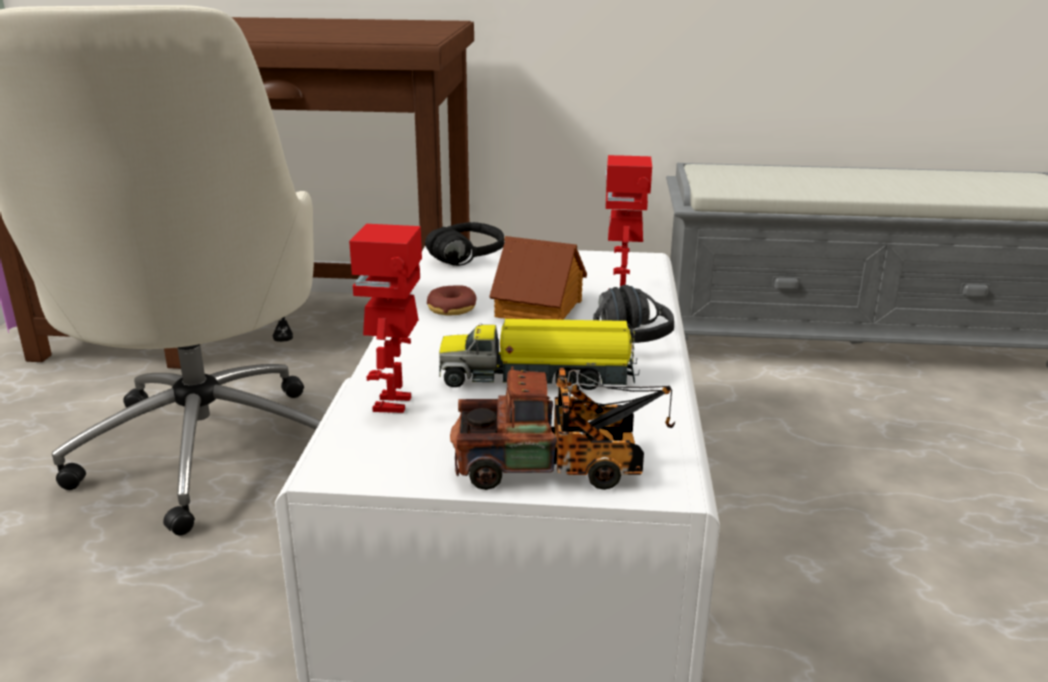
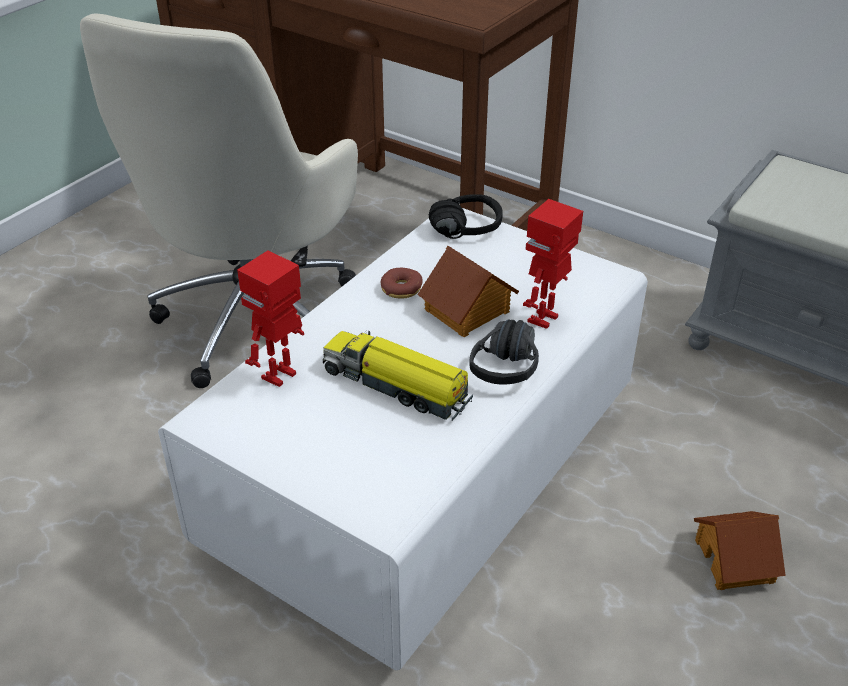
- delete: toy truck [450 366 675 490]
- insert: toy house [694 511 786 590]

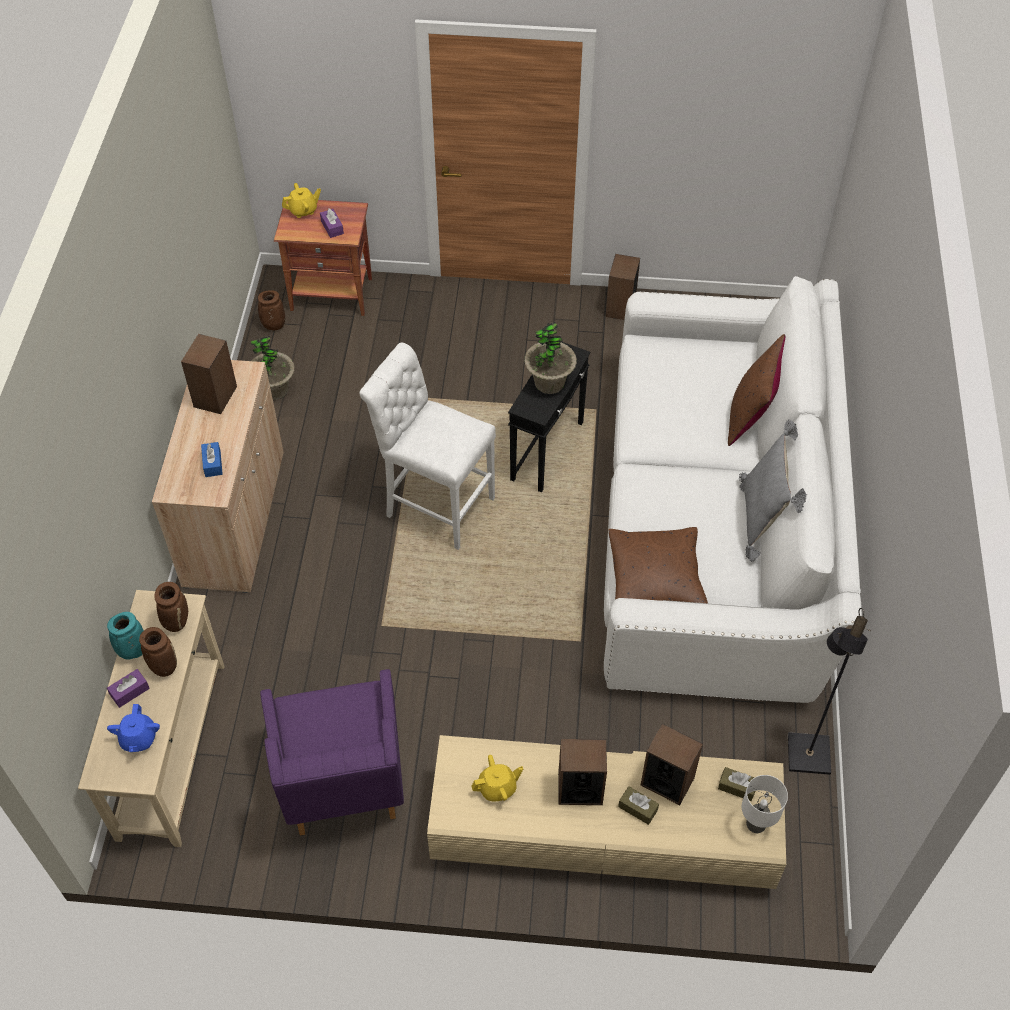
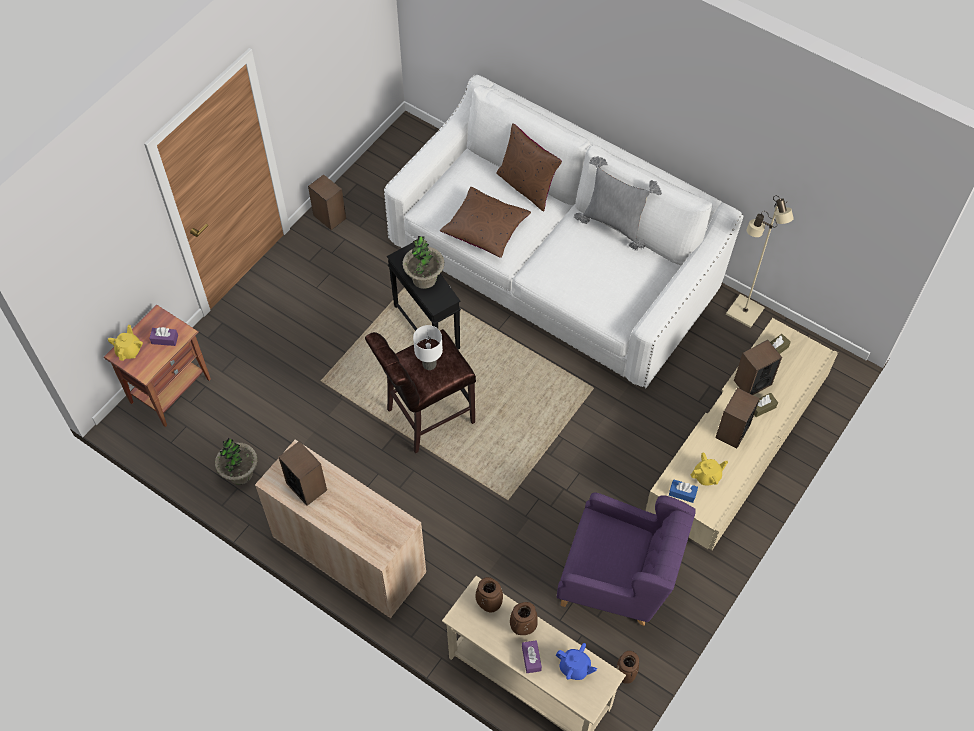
- delete: turquoise vase [107 612 144 660]
- move: blue tissue box [201 442 223 477] to [669 479 698 503]
- move: brown vase [258 290 285 330] to [616 651 639 684]
- recolor: white stool [359 342 496 550] to brown stool [365 329 476 454]
- rotate: yellow teapot [471 755 523 801] = [691 452 728 485] 60 degrees clockwise
- move: brown pillow [608 527 708 603] to [440 187 531 258]
- move: white table lamp [742 775 788 833] to [413 325 443 370]
- recolor: black floor lamp [788 608 871 775] to beige floor lamp [726 195 794 328]

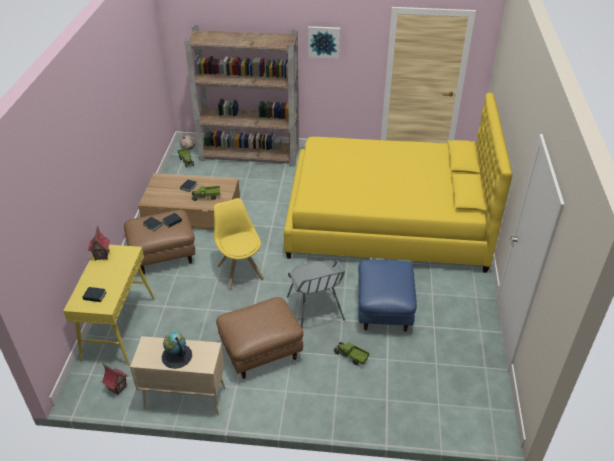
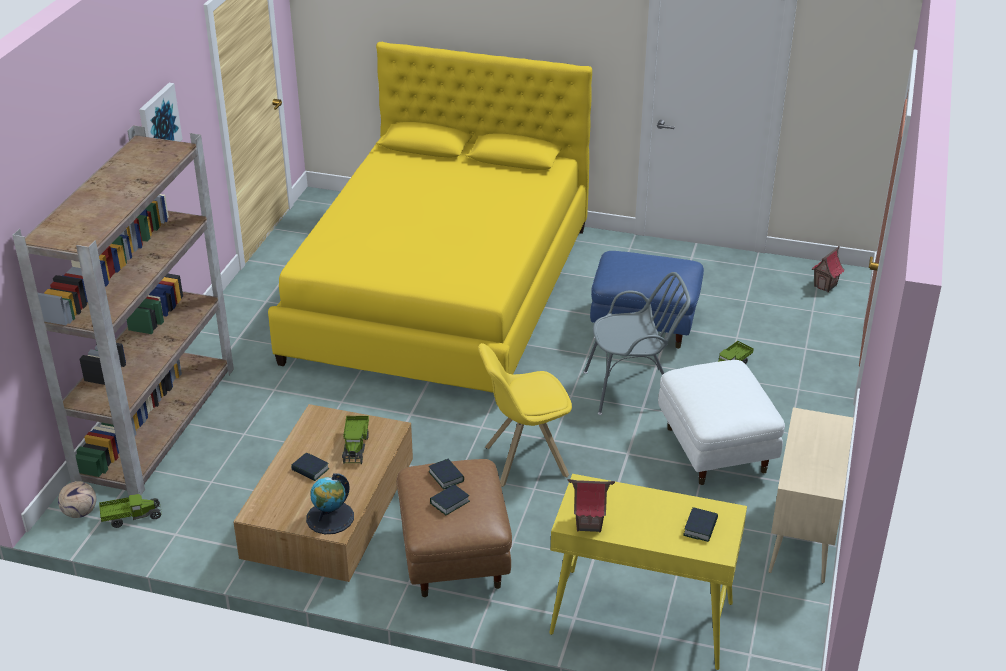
- move: toy house [102 363 128 395] to [812 246 845 292]
- move: globe [162 332 192 369] to [306 473 354 534]
- recolor: brown ottoman [216 297 304 379] to white ottoman [658 360 785 485]

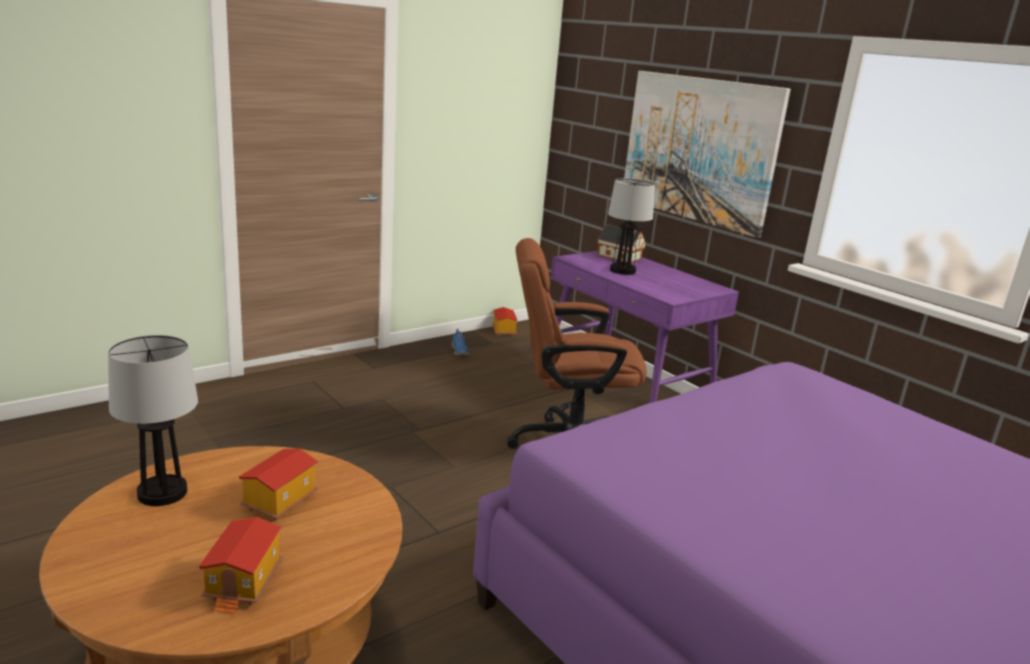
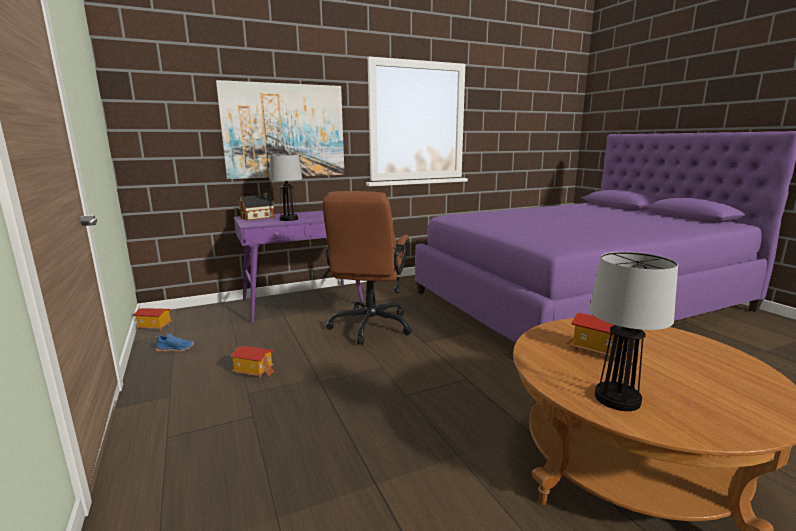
- move: toy house [199 517 283 614] to [231 346 274 378]

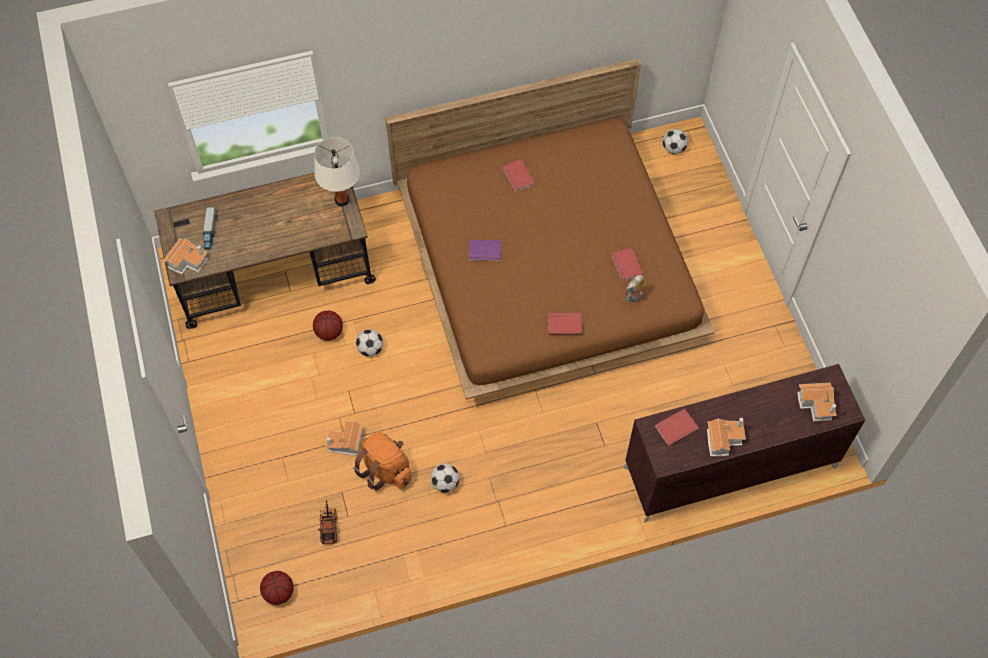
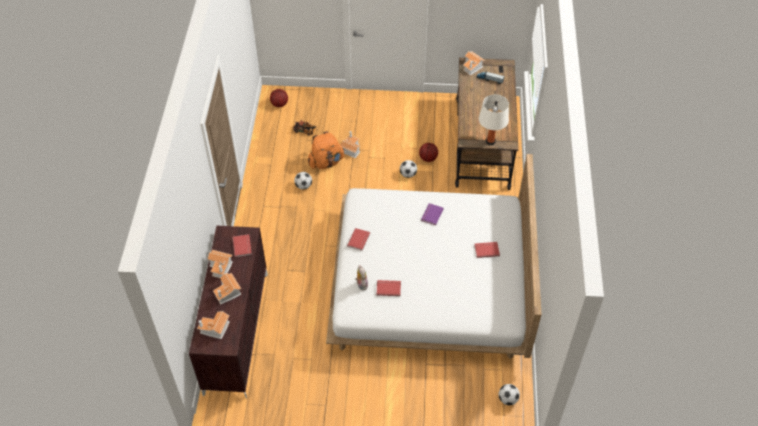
- recolor: brown bed [385 58 715 400] to white bed [326 154 542 359]
- insert: toy house [213 273 241 305]

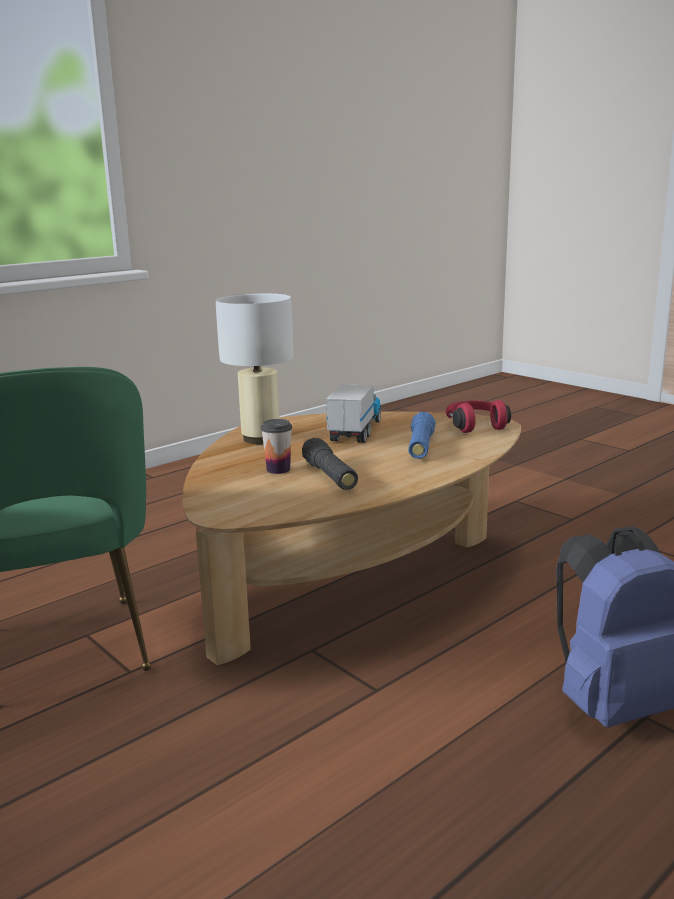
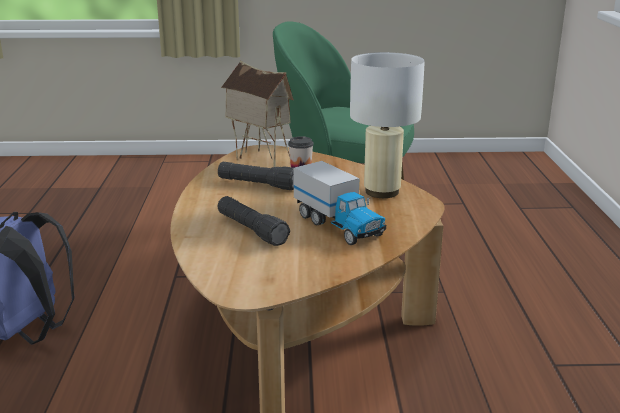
- recolor: blue flashlight [408 412 436 459] to black flashlight [217 196 290 246]
- delete: red headphones [446 400 511 433]
- insert: toy house [221 60 294 167]

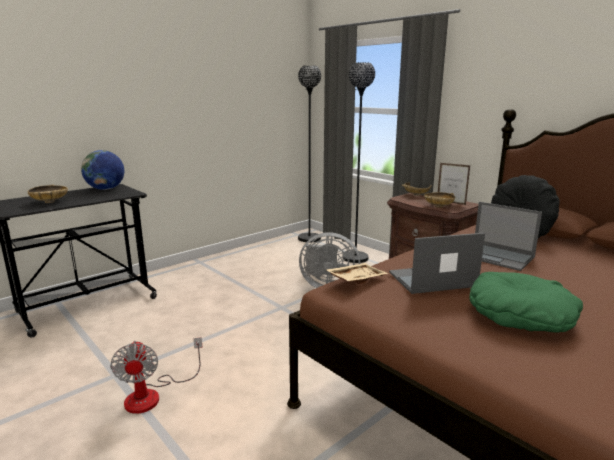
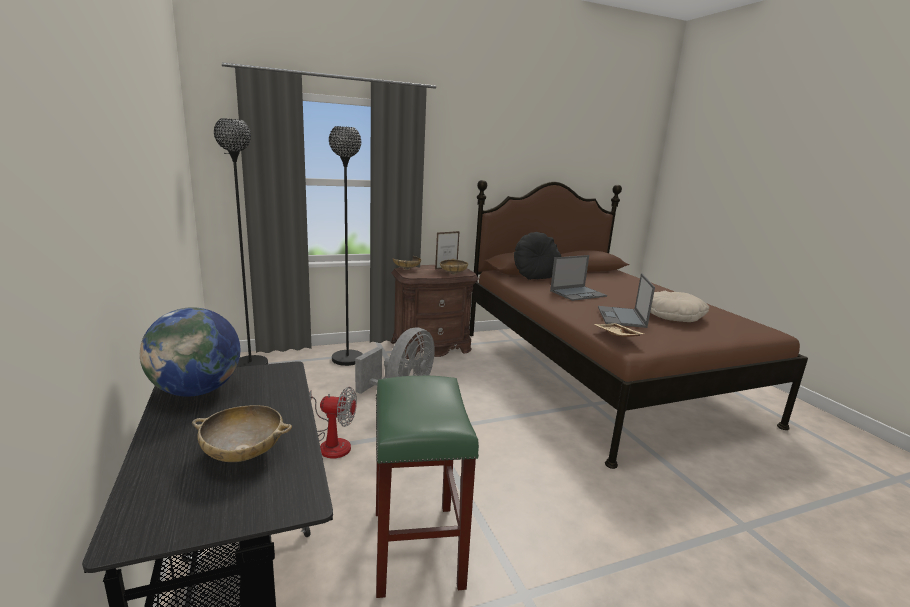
- move: fan [110 337 202 414] to [309 387 357 458]
- recolor: green pillow [469 272 583 333] to beige pillow [650 291 709 322]
- insert: green stool [376 376 479 598]

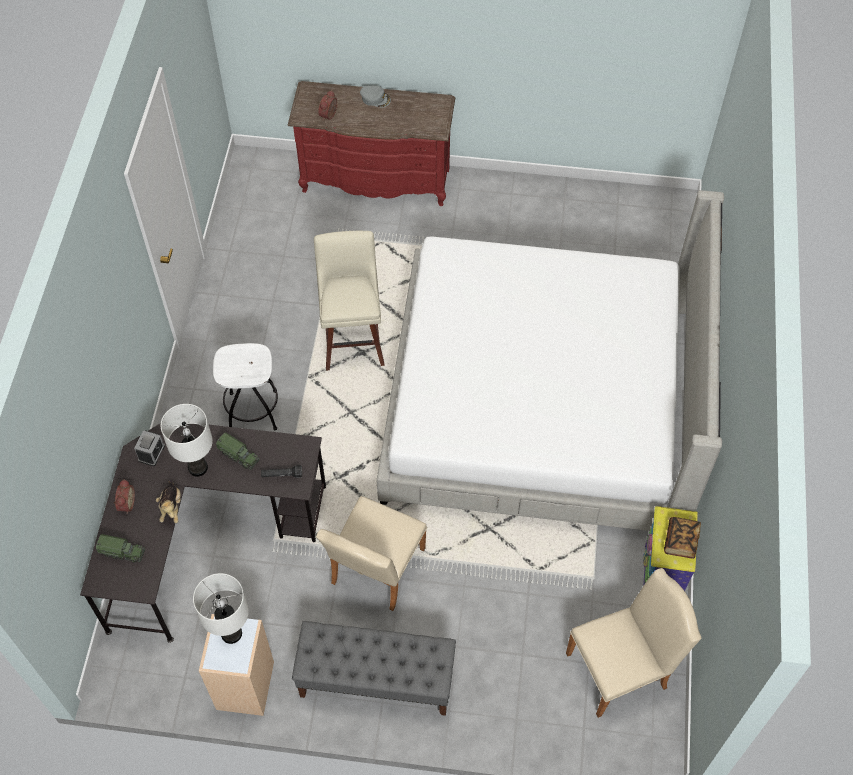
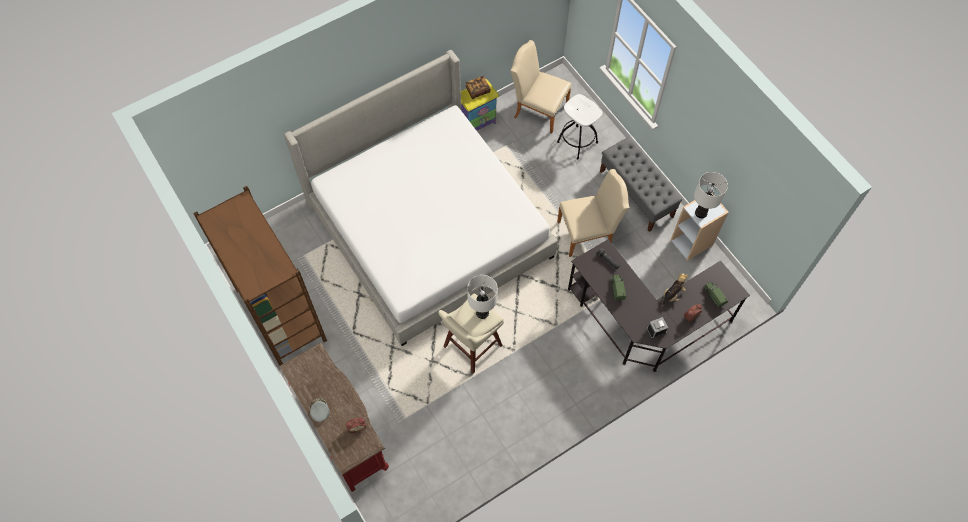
- move: white table lamp [160 404 213 477] to [467 275 498 319]
- move: white stool [213 343 278 430] to [557 94 603 160]
- insert: brown bookcase [193 186 327 366]

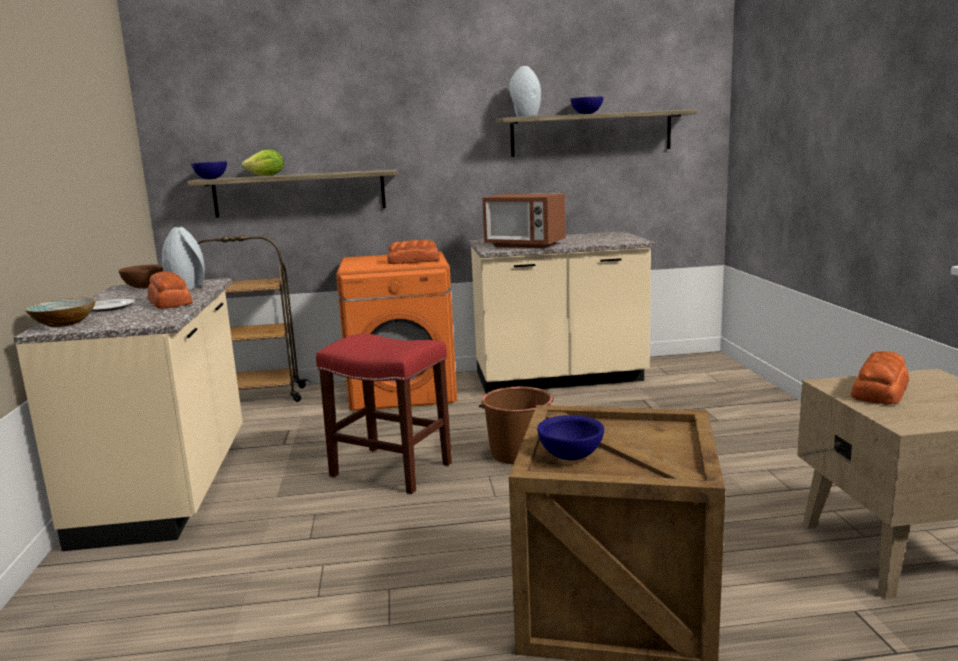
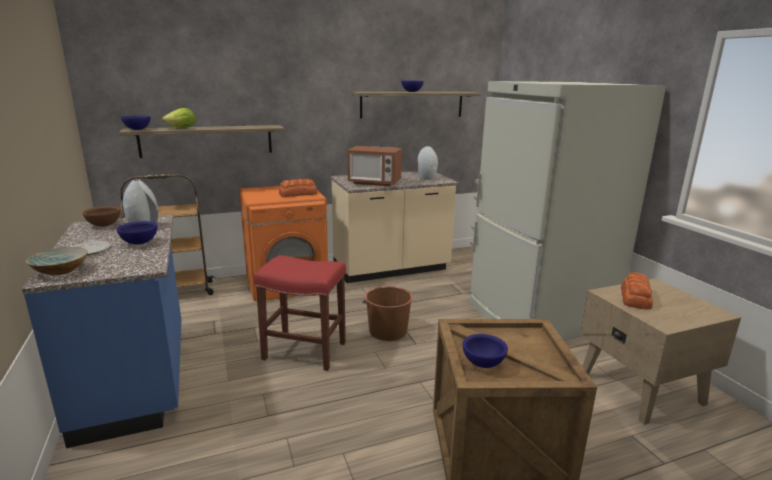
- recolor: beige counter [14 278 243 551] to blue counter [22 215 181 448]
- replace: bread [147 271 193 309] to blue bowl [116 221 157 245]
- move: grey vase [509 66 541 117] to [418 146 438 180]
- insert: white fridge [470 81 666 341]

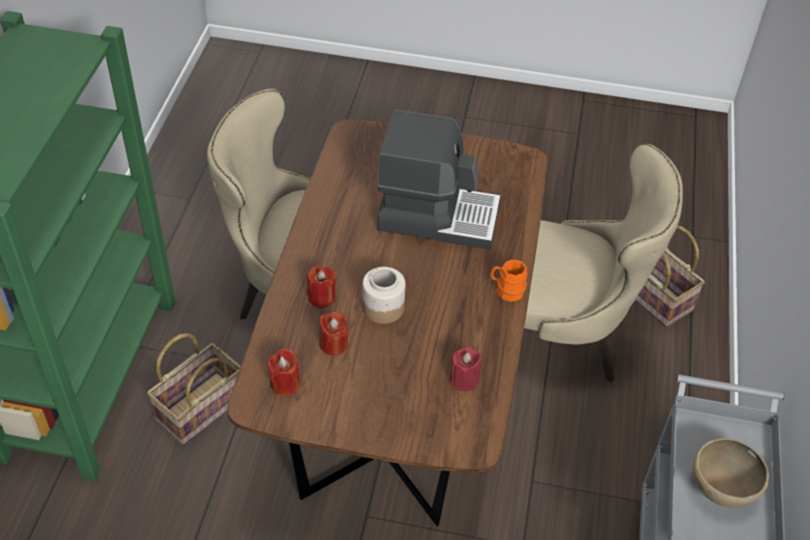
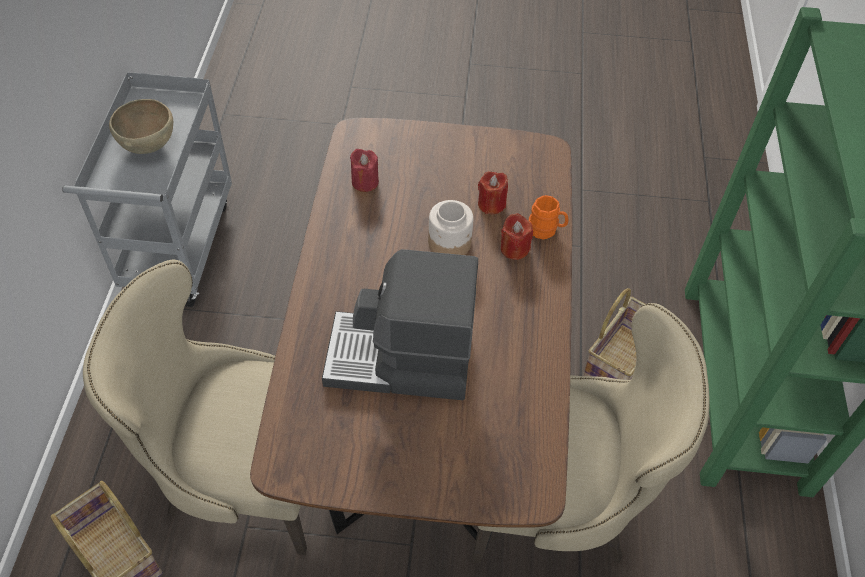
- delete: red candle [268 349 300 396]
- move: orange mug [490 259 527 302] to [529 195 568 240]

